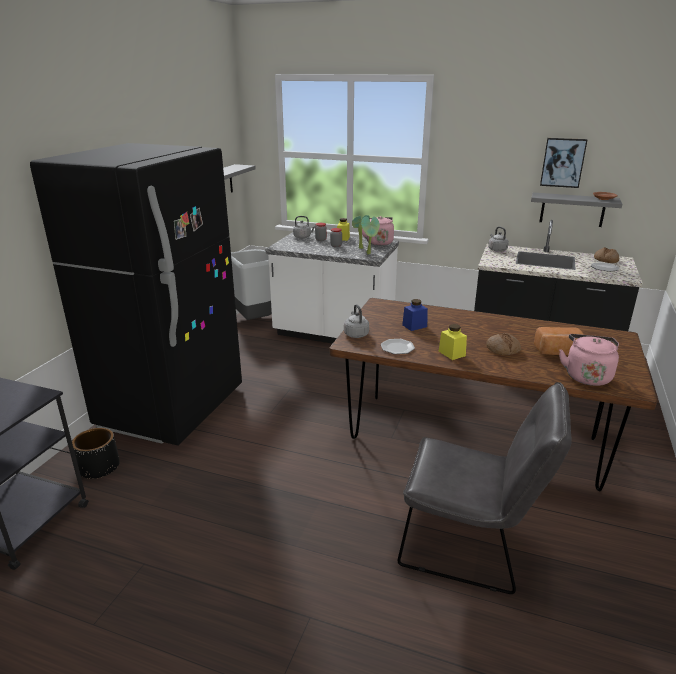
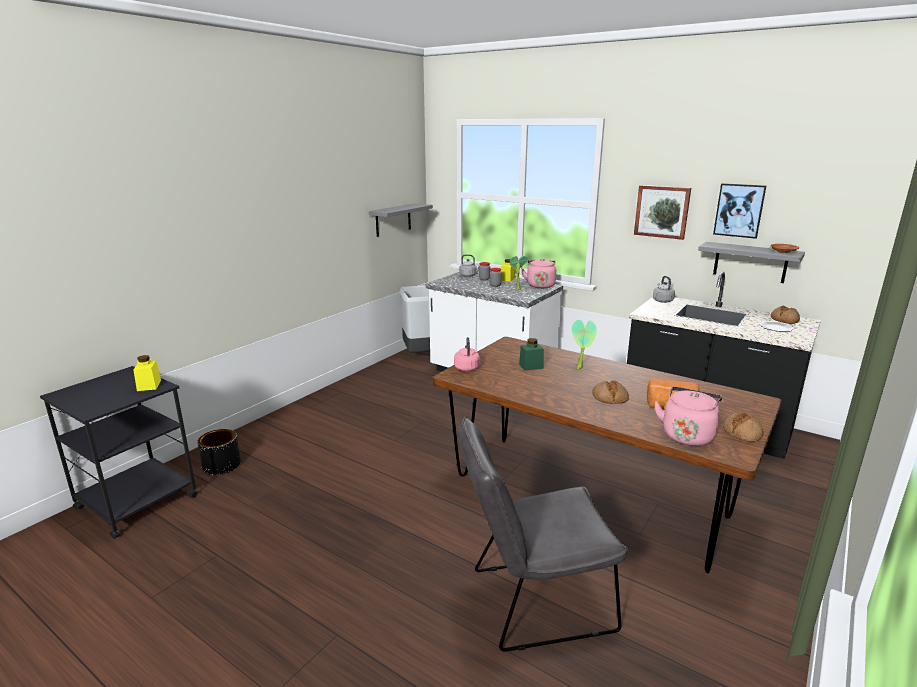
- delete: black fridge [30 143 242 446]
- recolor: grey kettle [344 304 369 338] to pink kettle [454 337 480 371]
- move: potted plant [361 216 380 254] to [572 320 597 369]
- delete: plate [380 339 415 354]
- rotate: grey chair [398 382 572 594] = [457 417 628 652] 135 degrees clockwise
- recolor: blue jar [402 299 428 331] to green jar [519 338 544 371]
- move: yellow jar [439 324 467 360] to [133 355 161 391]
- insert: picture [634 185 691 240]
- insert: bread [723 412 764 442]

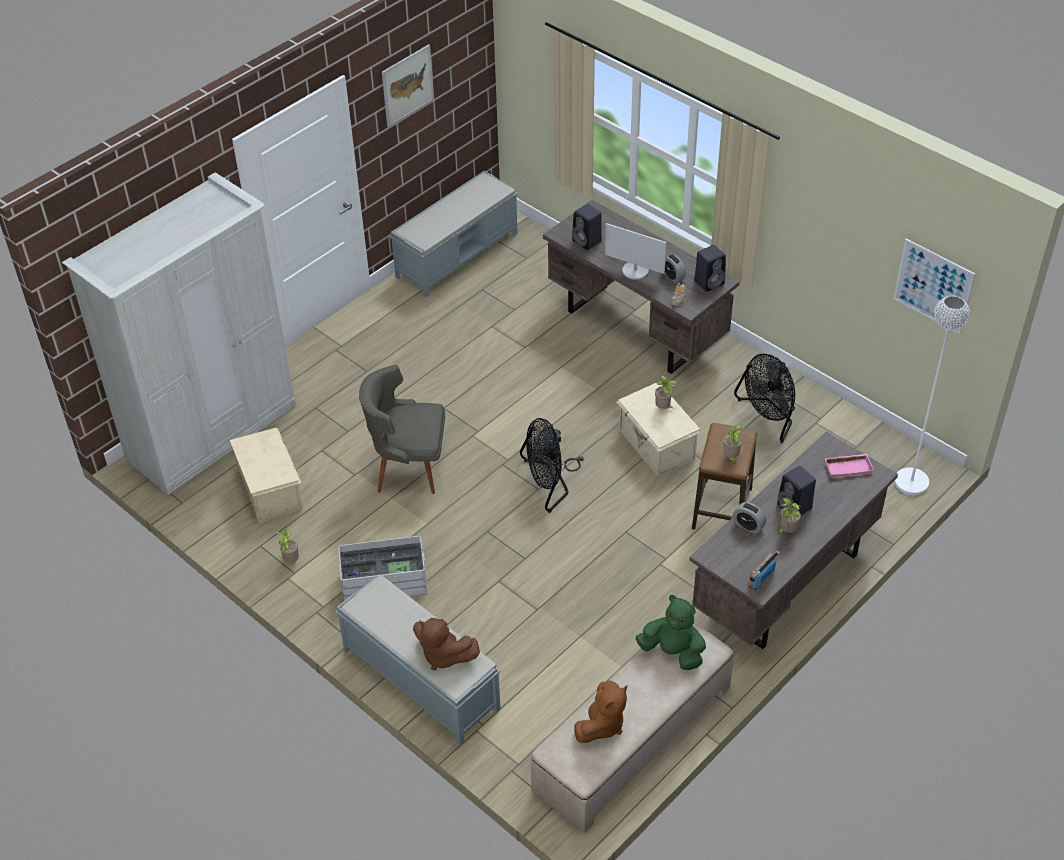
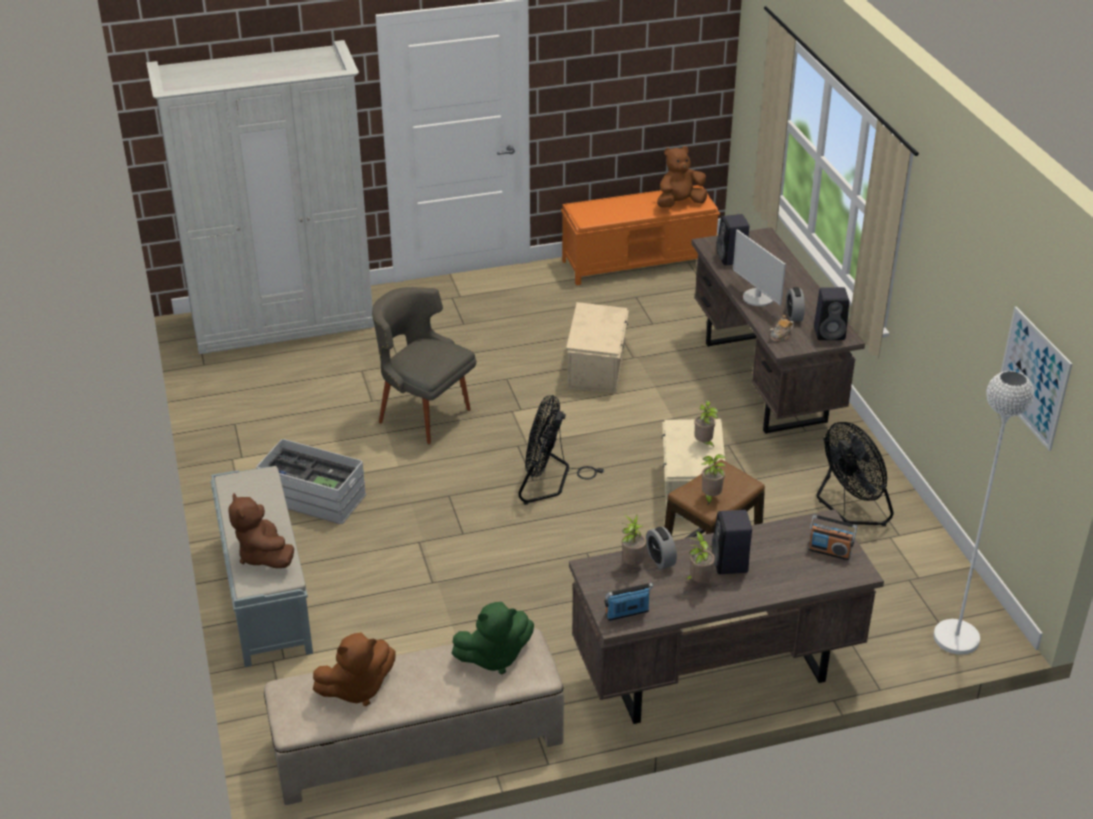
- move: beige storage box [230 428 303 523] to [566 302 629 393]
- move: potted plant [275 528 299 563] to [622 514 647 565]
- delete: picture [382 44 434 127]
- recolor: grey bench [390 171 518 297] to orange bench [561 185 720 285]
- rotate: green plush toy [635 595 706 670] = [451 602 534 674] 105 degrees clockwise
- rotate: black fan [734 354 796 443] = [817 422 894 526] 150 degrees clockwise
- replace: pink tray [825 454 874 477] to radio [808 515 857 560]
- insert: brown plush toy [657 146 707 207]

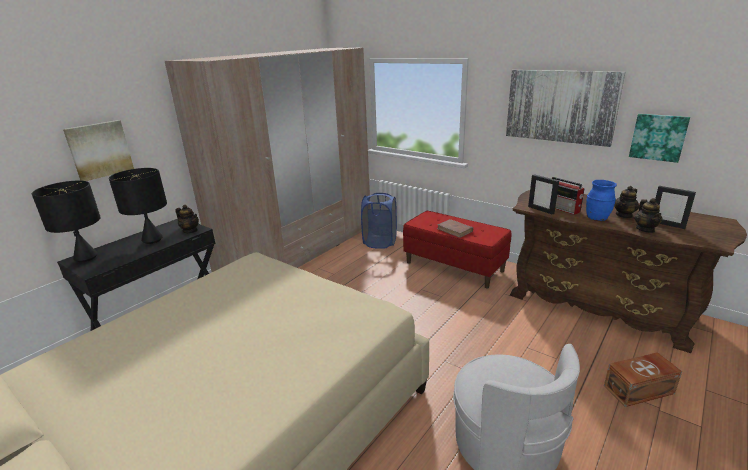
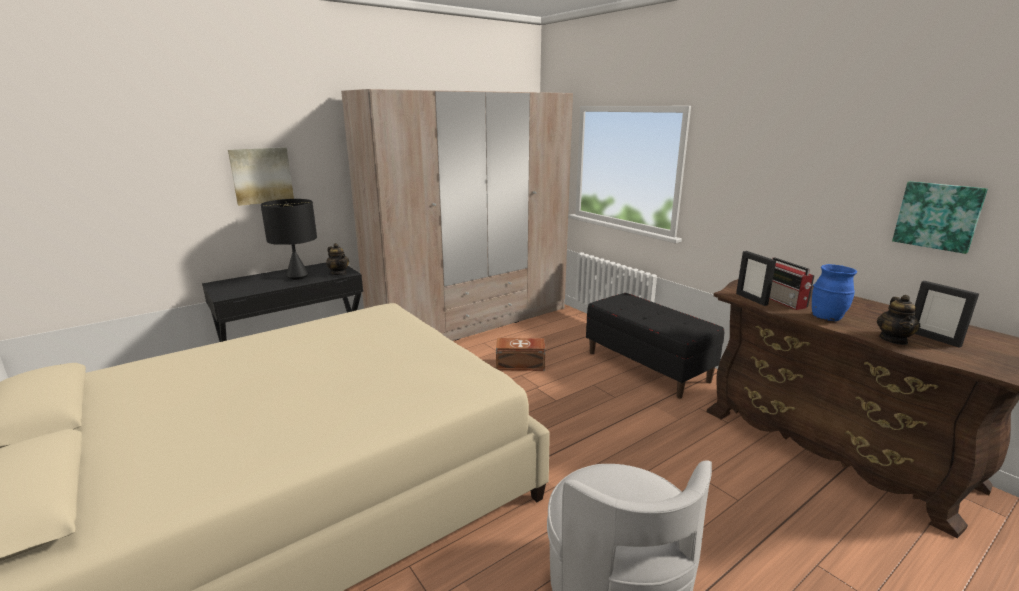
- delete: black table lamp [32 181 101 262]
- delete: blue laundry basket [361 193 397 249]
- recolor: red bench [403 211 511 289] to black bench [586 293 724 398]
- delete: brown book [437 219 473 238]
- delete: picture [506 70 625 147]
- move: brown storage box [604 352 682 407] to [496 338 545 371]
- delete: teapot [614 186 639 219]

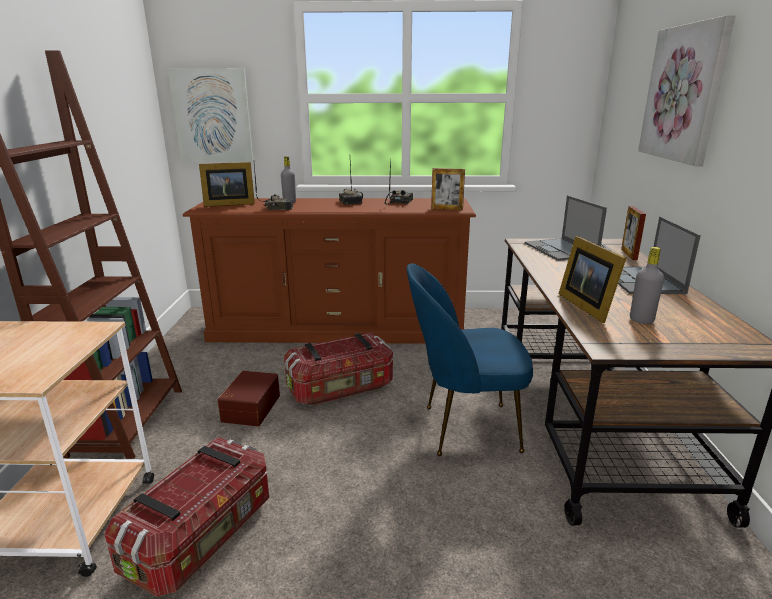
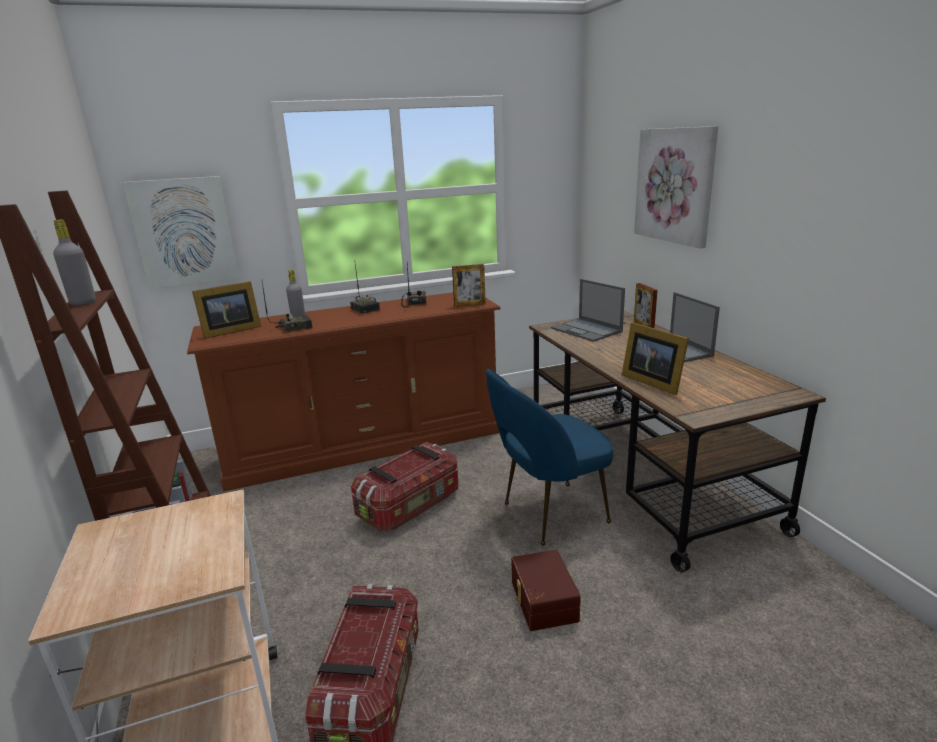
- move: brown storage box [217 371 280 426] to [511 550 581 631]
- move: grey bottle [630 247 664 324] to [53 219 96 305]

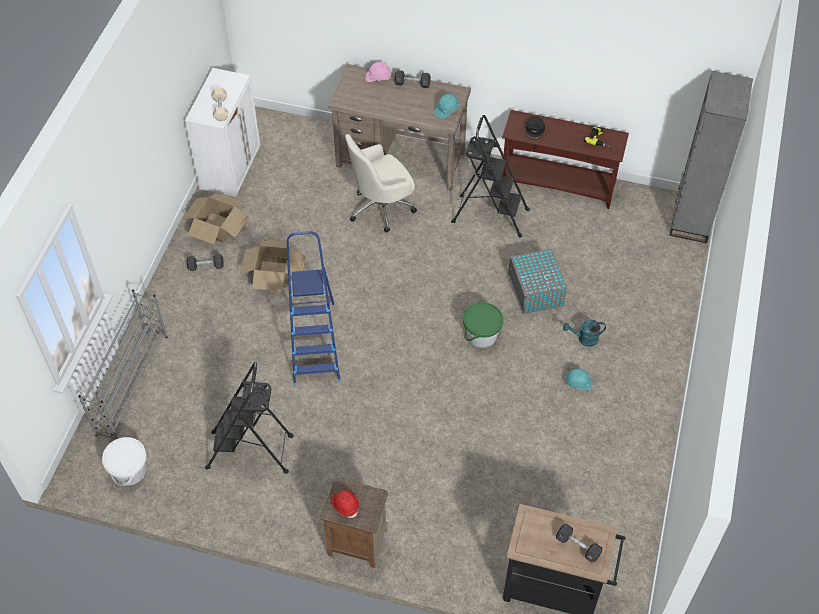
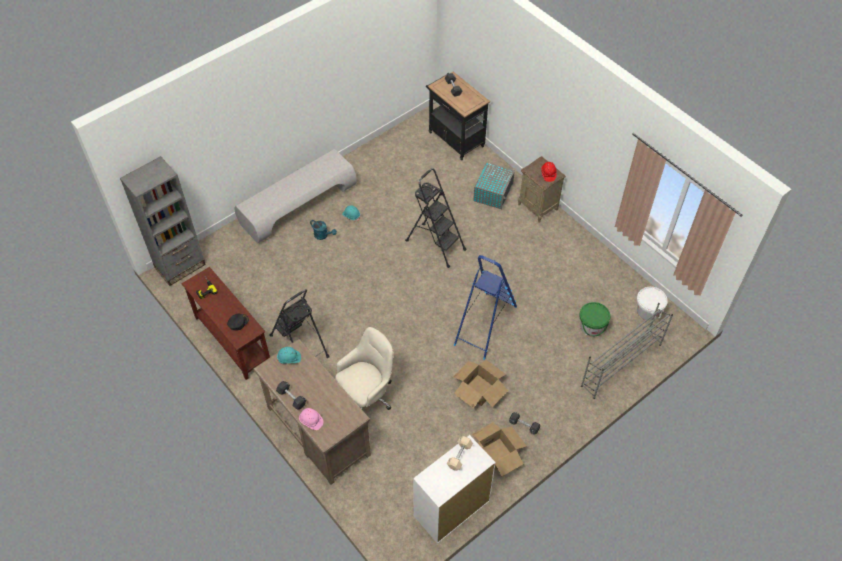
- move: step ladder [205 362 293 474] to [405 168 467 268]
- rotate: beige office chair [345 134 417 233] = [335 327 393 410] 45 degrees counterclockwise
- move: green bucket [463 302 503 348] to [579 302 610 336]
- move: grey storage box [508 249 567 314] to [473 162 515 209]
- insert: grey bench [234 149 357 243]

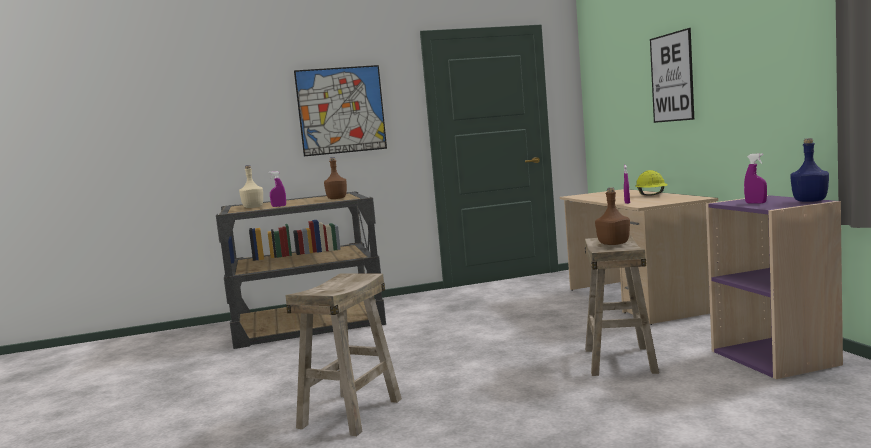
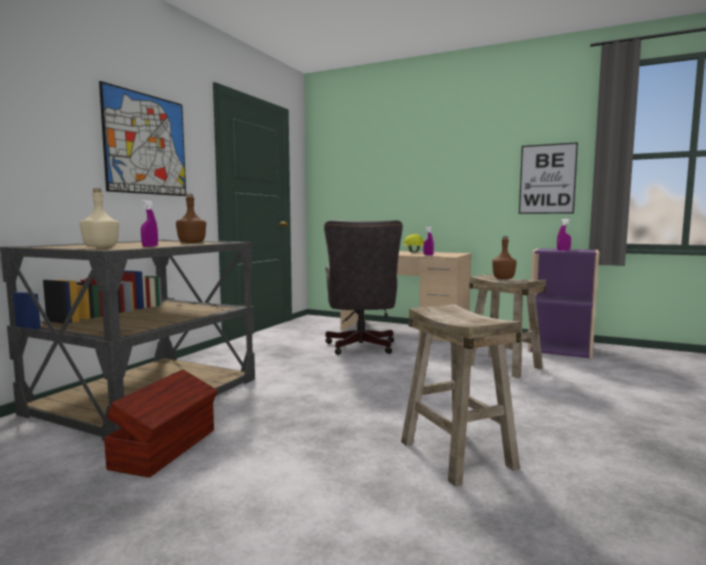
- move: picture [650 28 694 123] to [519 142 578 214]
- delete: blue bottle [791 138 829 202]
- insert: brown storage box [104 369 218 478]
- insert: grey office chair [324 220 403 355]

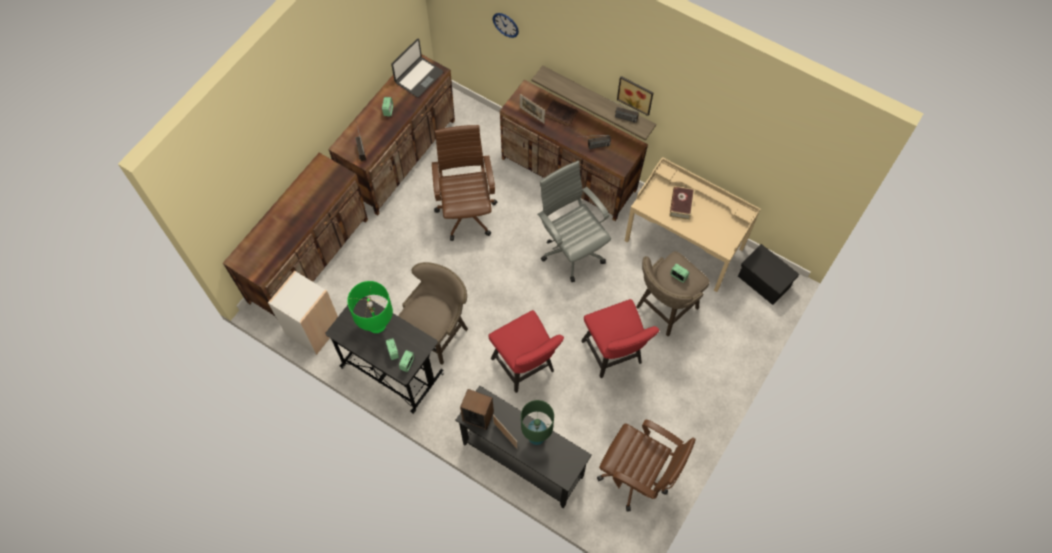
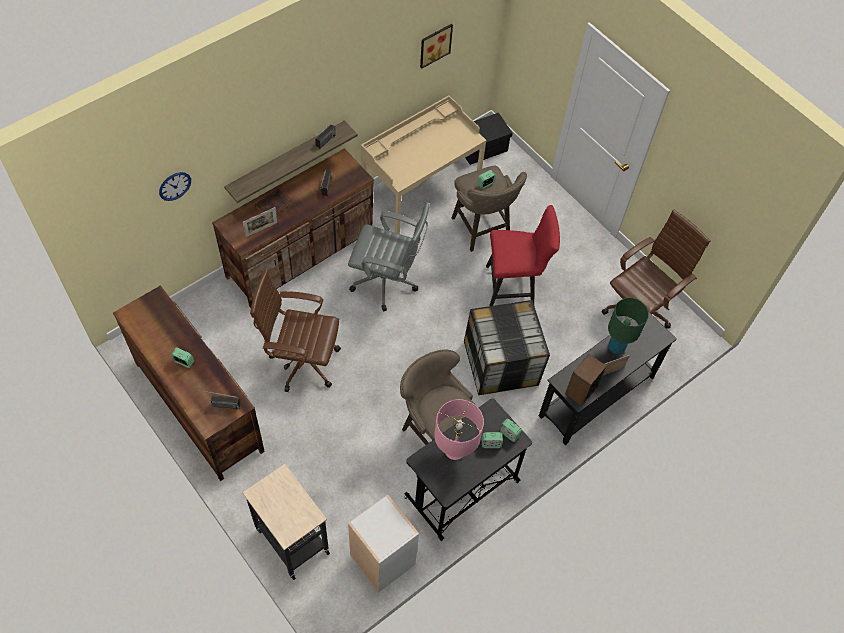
- replace: brown cabinet [223 153 368 319] to cart [242 464 330 580]
- recolor: green table lamp [347 281 393 333] to pink table lamp [434 399 484 460]
- delete: laptop [391 39 443 97]
- replace: red chair [488 310 564 393] to storage box [464 300 550 395]
- rotate: grey office chair [537 161 611 282] = [348 202 430 312] 150 degrees counterclockwise
- move: picture [617 76 653 116] to [420 24 453 69]
- delete: book [670 186 695 220]

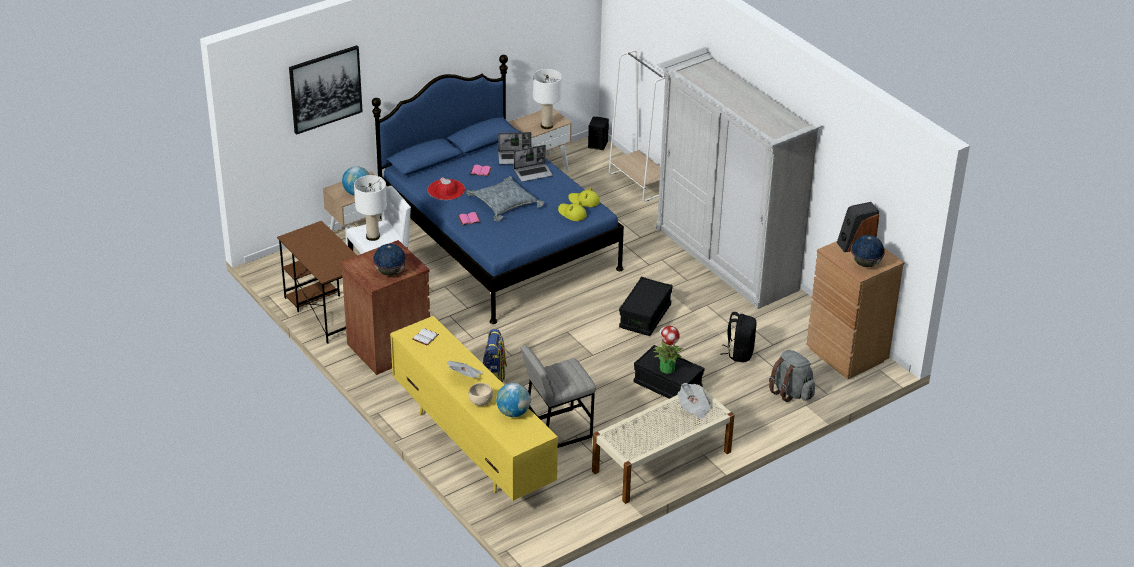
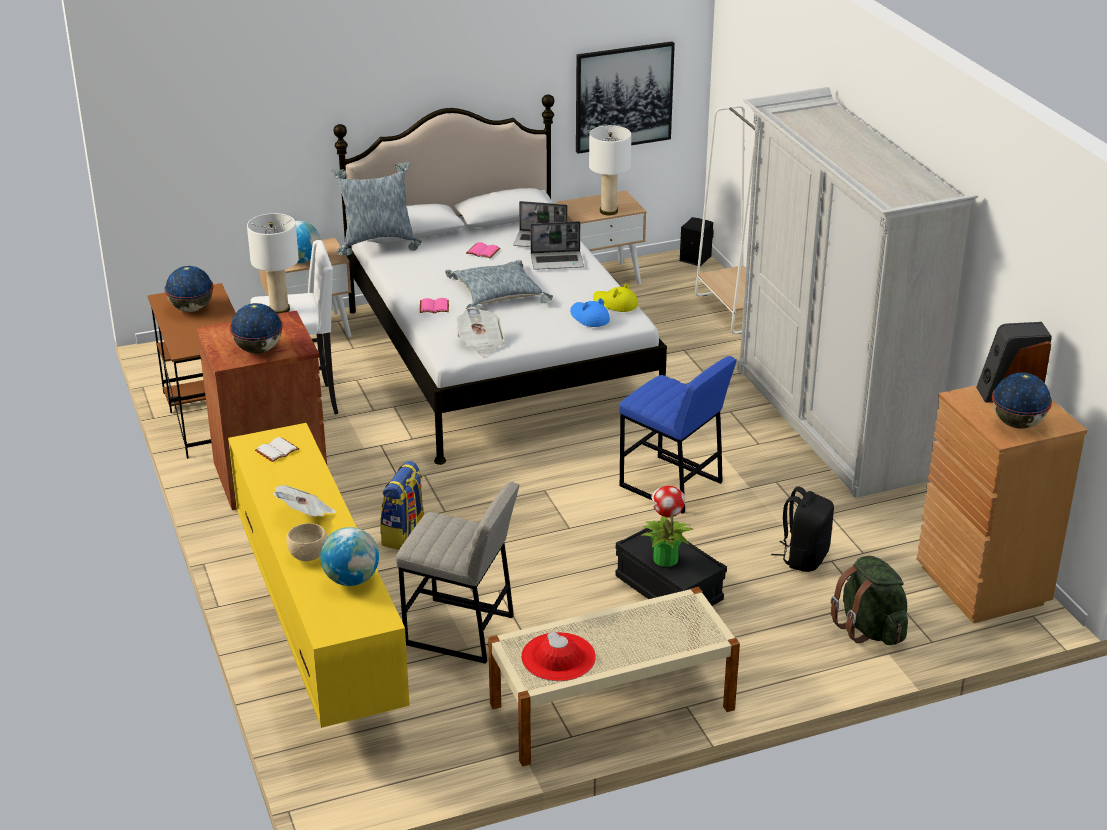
- move: picture [289 45 363 135] to [576 41 675 154]
- recolor: blue bed [372 55 624 324] to white bed [334 94 667 465]
- move: red hat [428 177 465 200] to [521 631 596 681]
- rotate: grey chair [520 345 596 448] = [396 482 519 664] 150 degrees counterclockwise
- recolor: yellow hat [558 201 587 221] to blue hat [570 298 610 327]
- replace: black storage box [619 276 673 336] to blue chair [619 356 737 514]
- move: newspaper [677 383 712 419] to [457 307 504 356]
- recolor: grey backpack [769 350 815 402] to green backpack [831 556 908 645]
- insert: globe [165 266 213 312]
- insert: pillow [331 162 422 256]

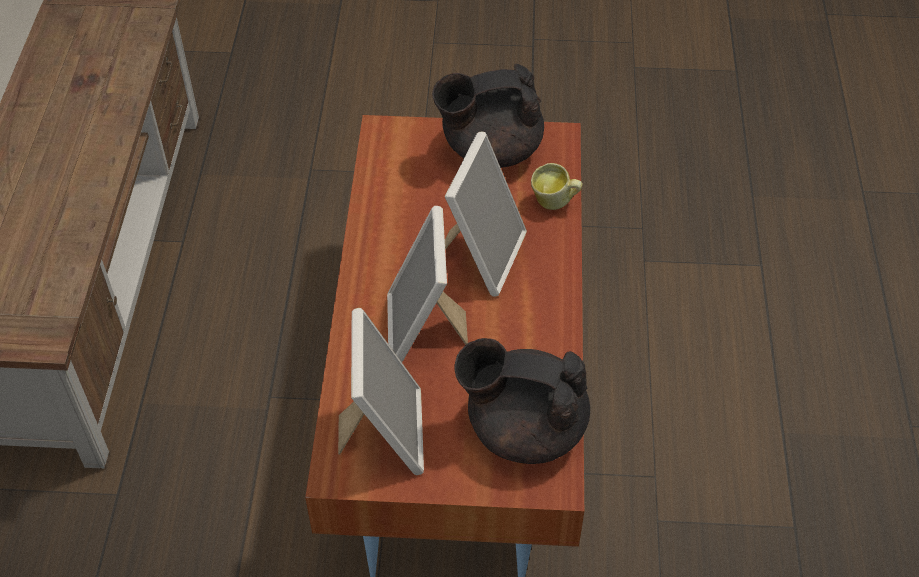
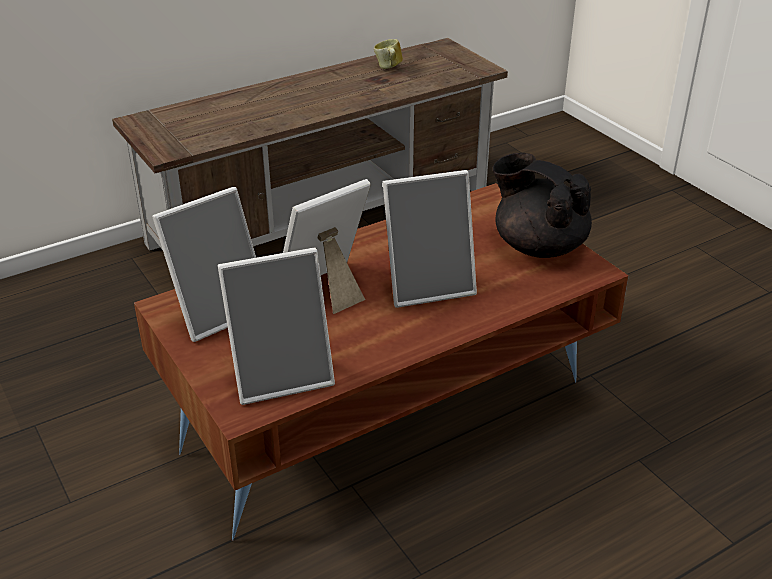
- replace: black teapot [454 338 590 464] to picture frame [218 248 335 405]
- move: mug [531 163 582 210] to [374 39 403 69]

